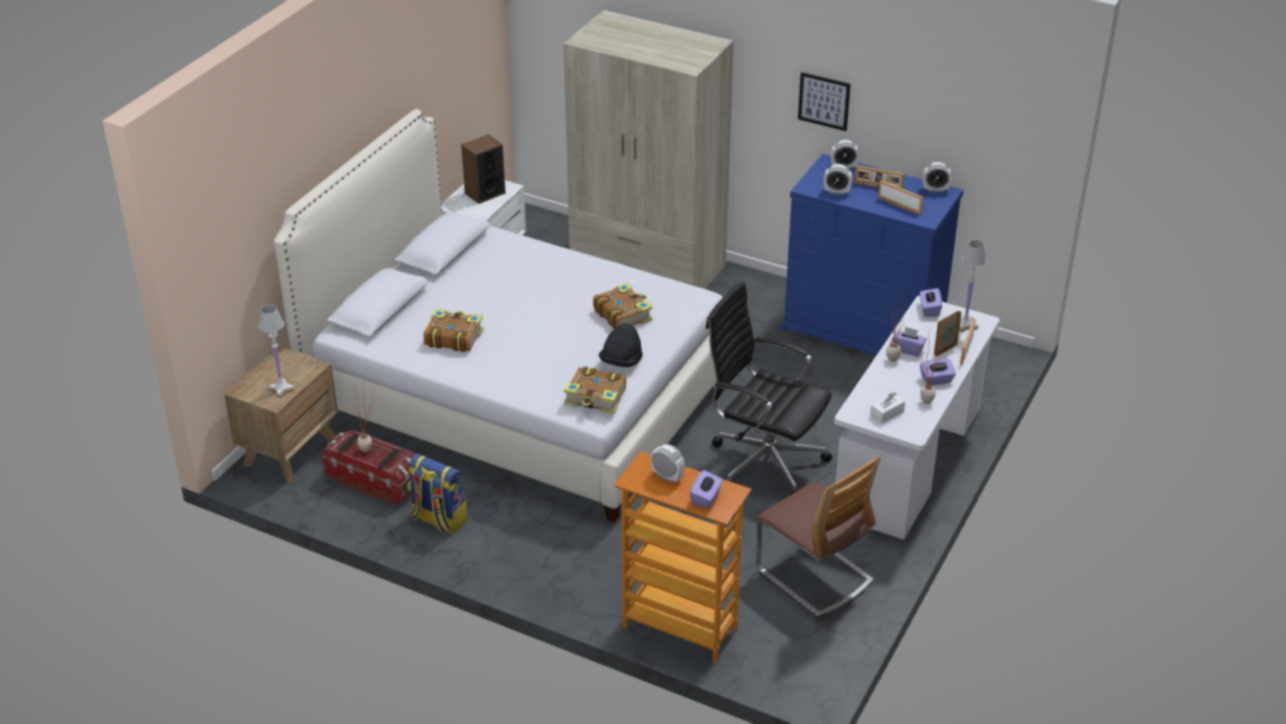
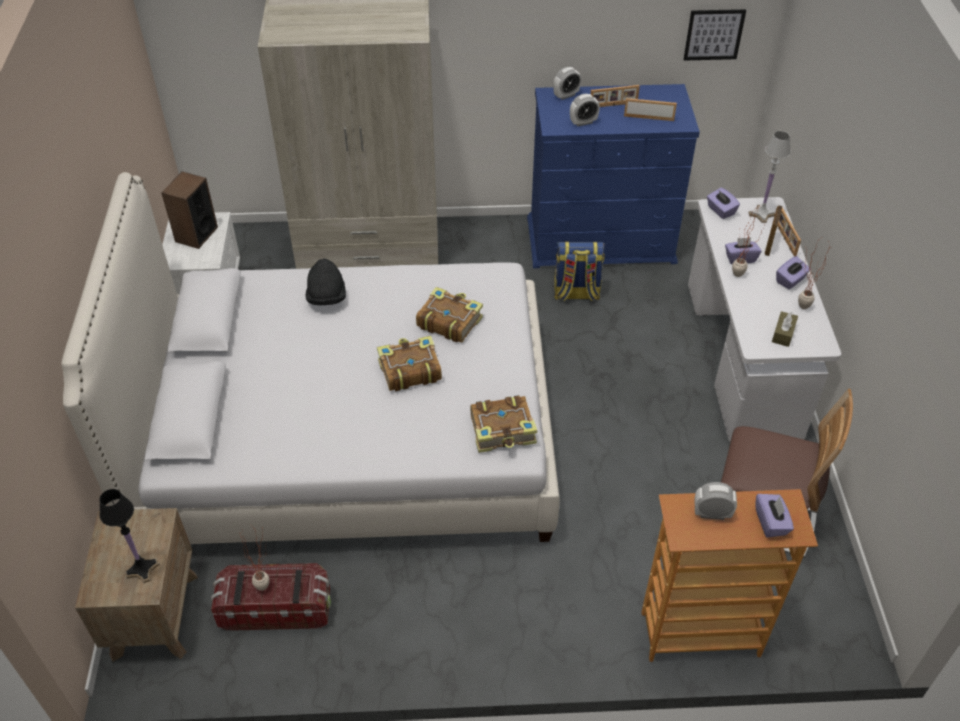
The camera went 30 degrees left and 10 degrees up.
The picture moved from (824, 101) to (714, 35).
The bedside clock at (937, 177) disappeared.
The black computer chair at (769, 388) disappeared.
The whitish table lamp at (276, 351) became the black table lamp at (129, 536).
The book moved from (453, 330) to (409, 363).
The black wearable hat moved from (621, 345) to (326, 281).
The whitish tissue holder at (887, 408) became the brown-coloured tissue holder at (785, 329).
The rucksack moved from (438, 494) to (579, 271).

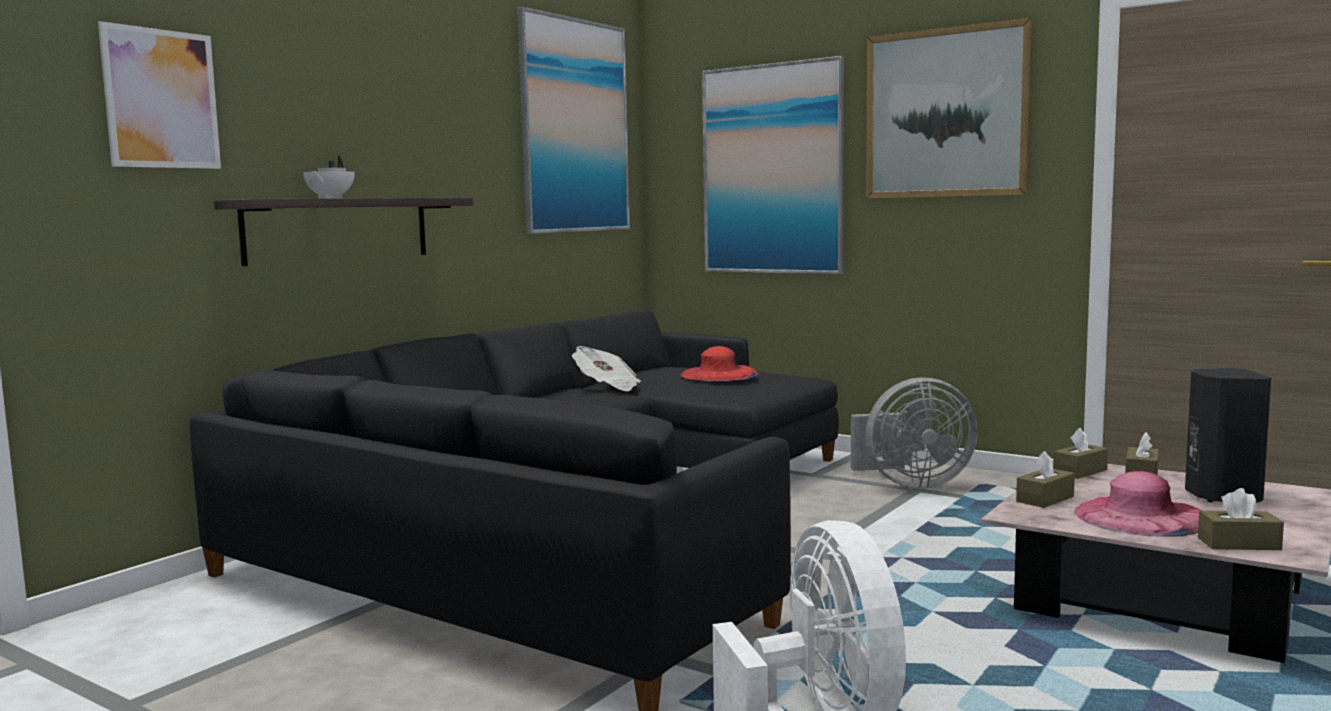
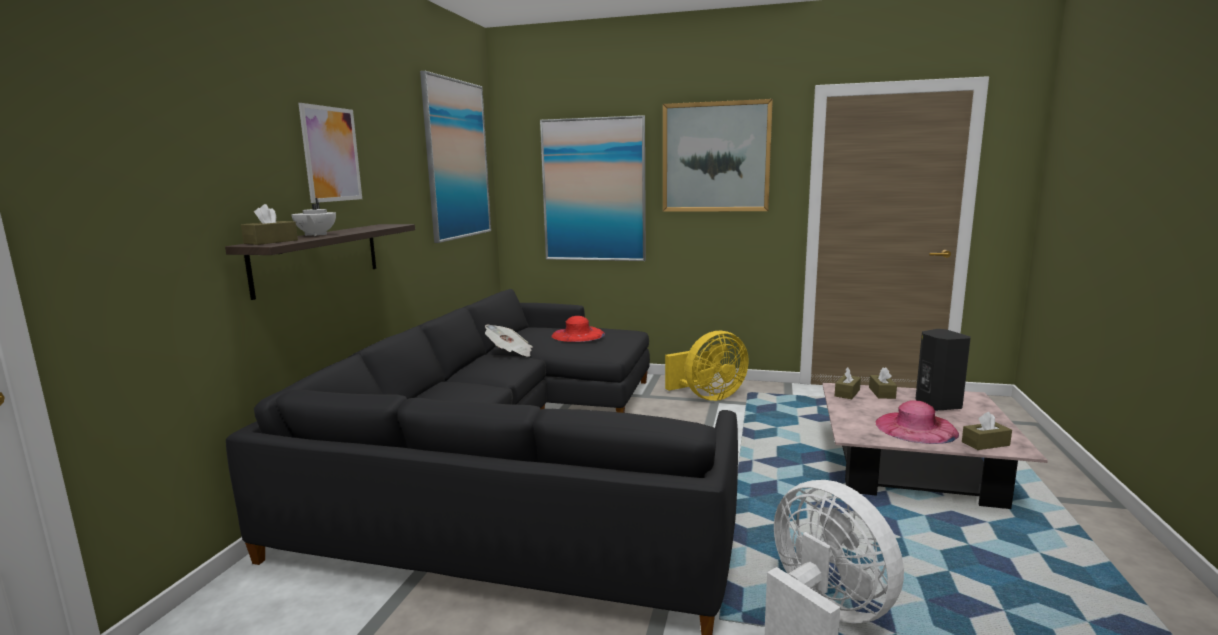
The camera went 20 degrees left and 5 degrees up.
The picture moved from (159, 95) to (330, 153).
The grey cooling fan at (914, 433) became the yellow cooling fan at (707, 366).
The brown-coloured tissue holder moved from (1045, 479) to (269, 224).

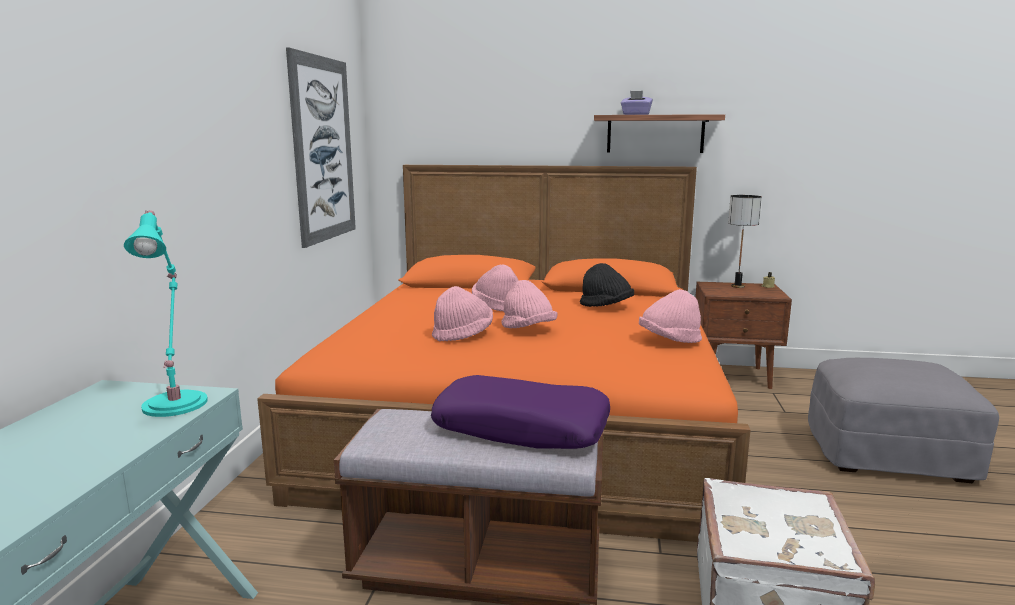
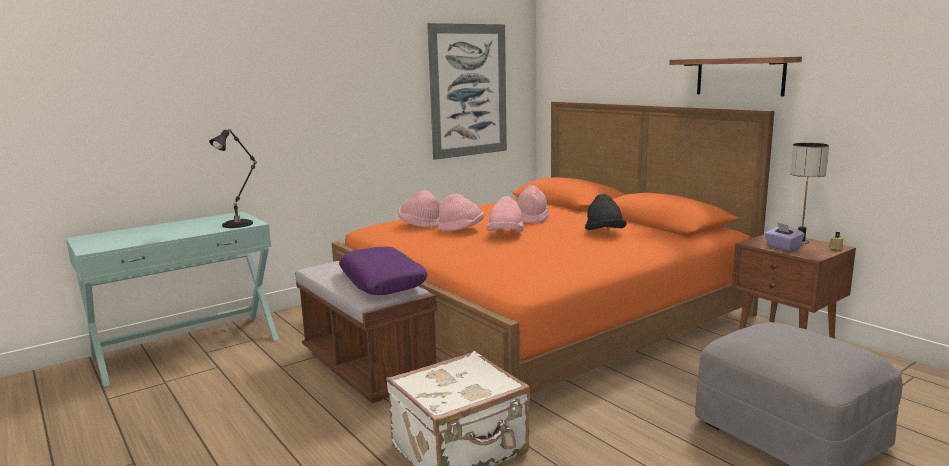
The camera went 45 degrees right and 0 degrees up.
The purple tissue holder moved from (637, 103) to (785, 236).
The turquoise table lamp at (166, 313) became the black table lamp at (233, 178).
The pinkish wearable hat moved from (670, 316) to (419, 209).

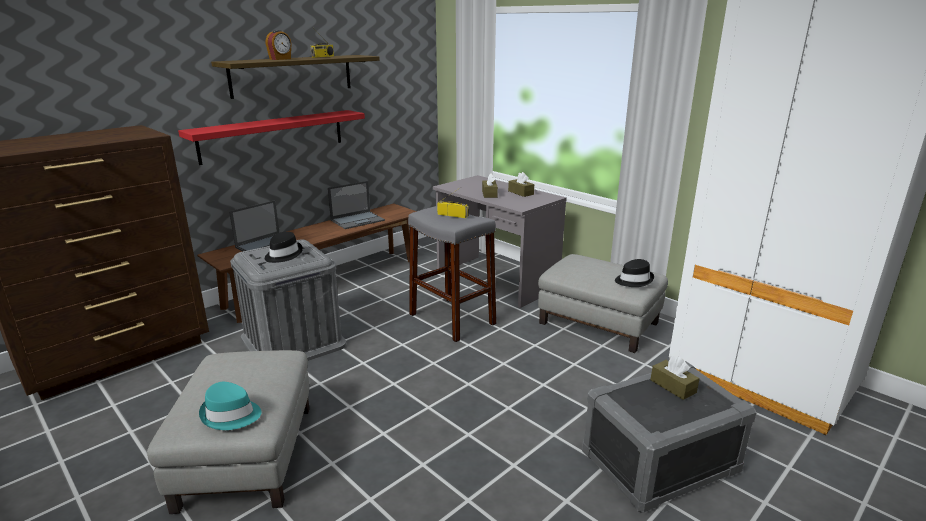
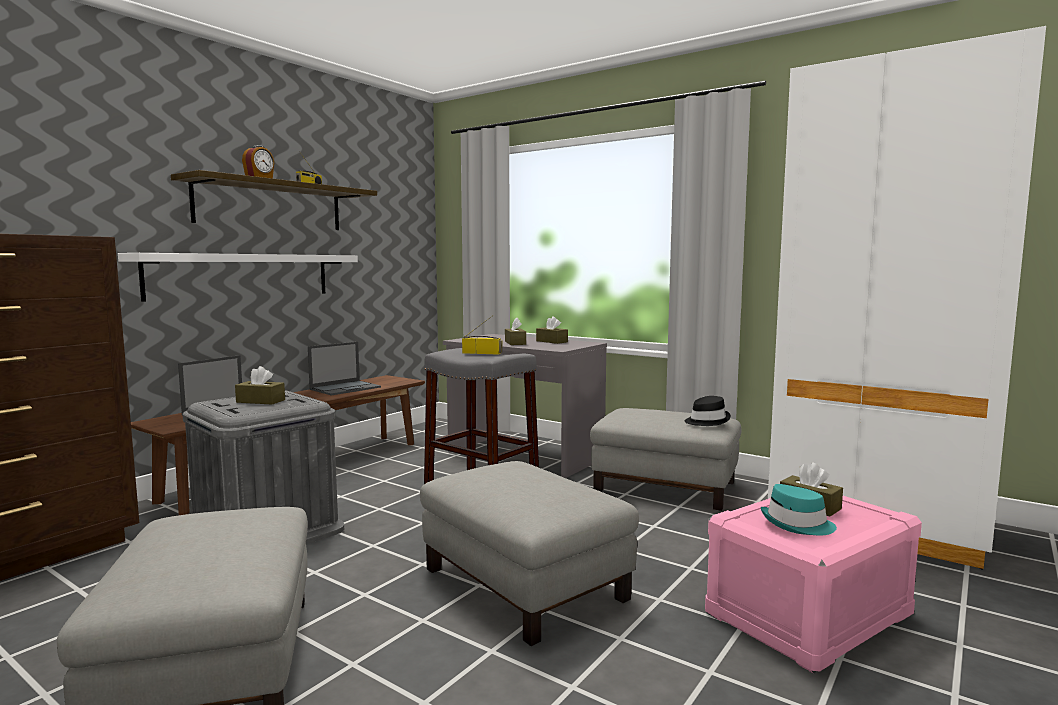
The camera went 10 degrees left and 15 degrees down.
The red shelf at (271, 137) became the whitish shelf at (238, 277).
The black wearable hat at (284, 247) was replaced by the brown-coloured tissue holder at (260, 385).
The grey storage box at (669, 437) became the pinkish storage box at (813, 585).
The turquoise wearable hat moved from (230, 406) to (799, 509).
The grey footrest at (529, 553) appeared.

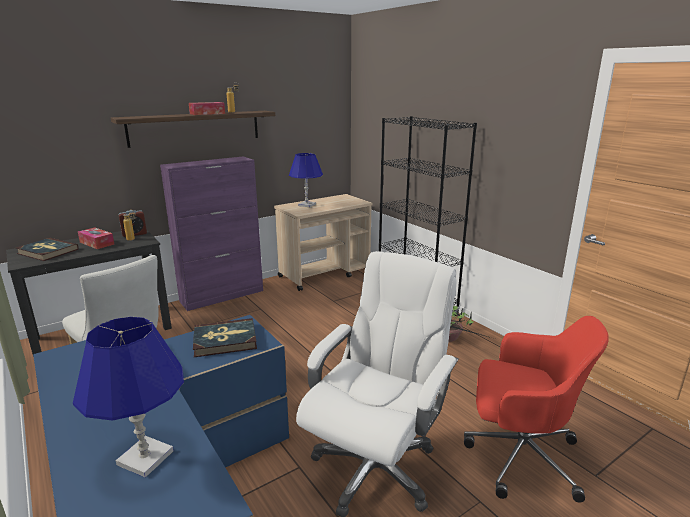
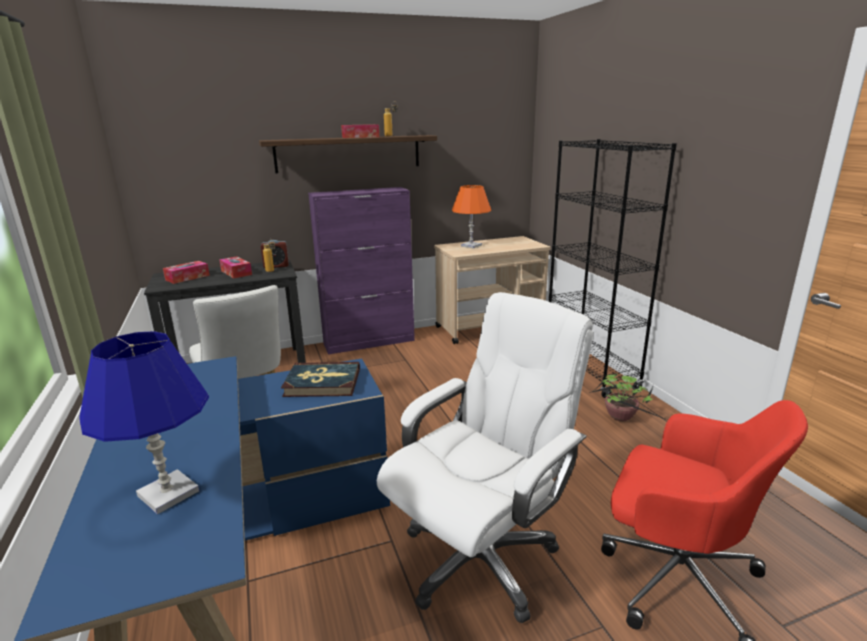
The camera went 15 degrees right and 0 degrees up.
The blue-coloured table lamp at (306, 180) became the orange table lamp at (471, 216).
The book at (47, 249) was replaced by the tissue holder at (186, 272).

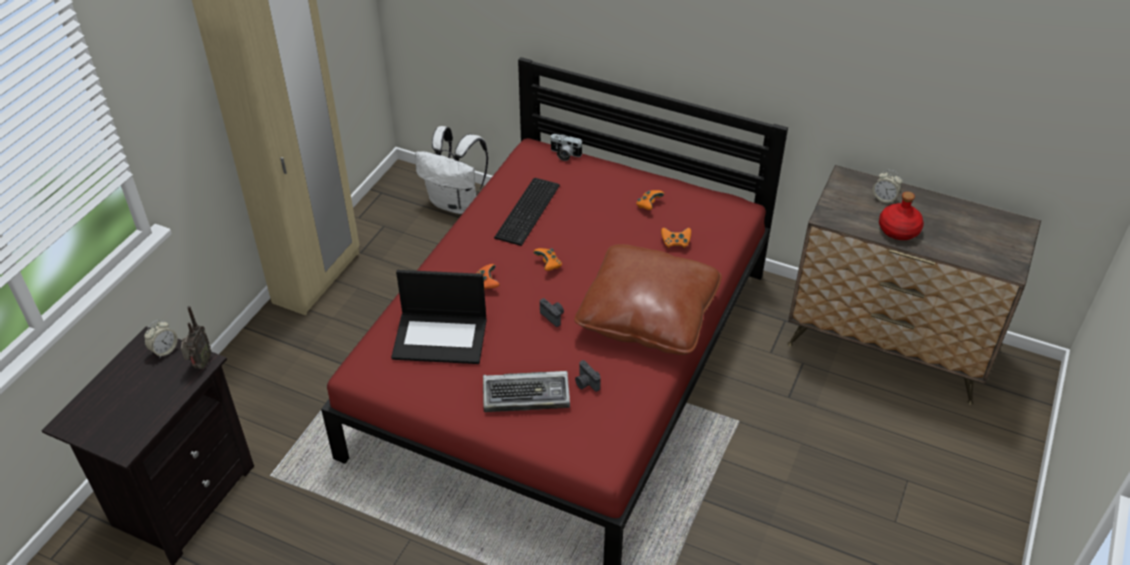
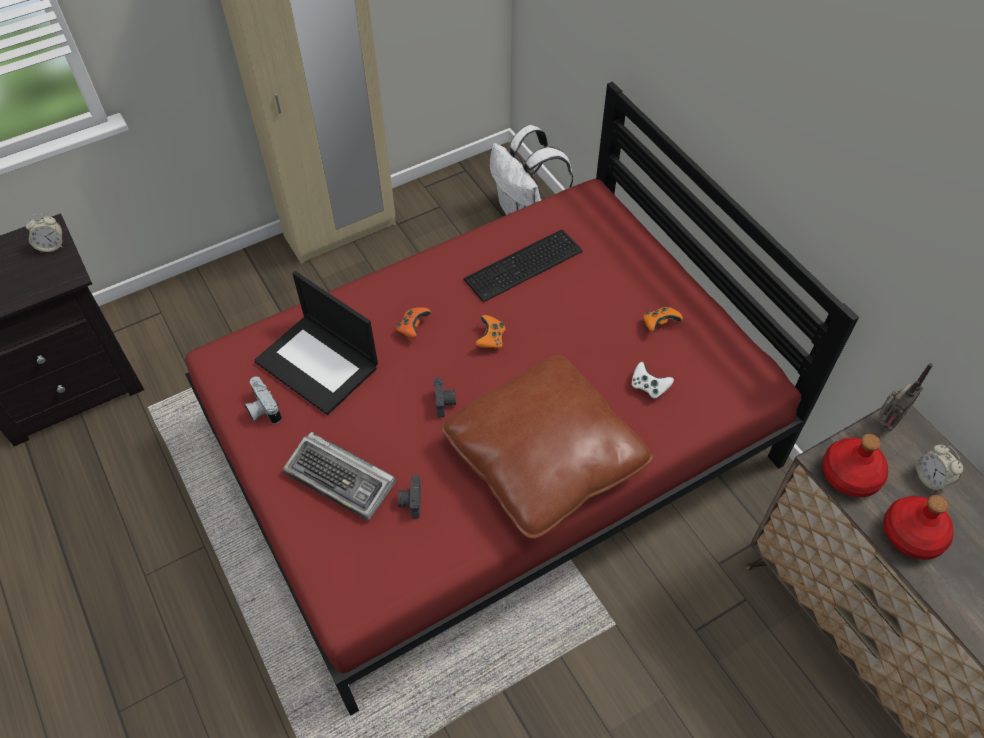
The camera went 35 degrees right and 10 degrees up.
The still camera moved from (567, 147) to (263, 400).
The orange game controller at (676, 238) became the whitish game controller at (653, 380).
The radio set moved from (196, 337) to (906, 397).
The red beverage bottle at (855, 465) appeared.

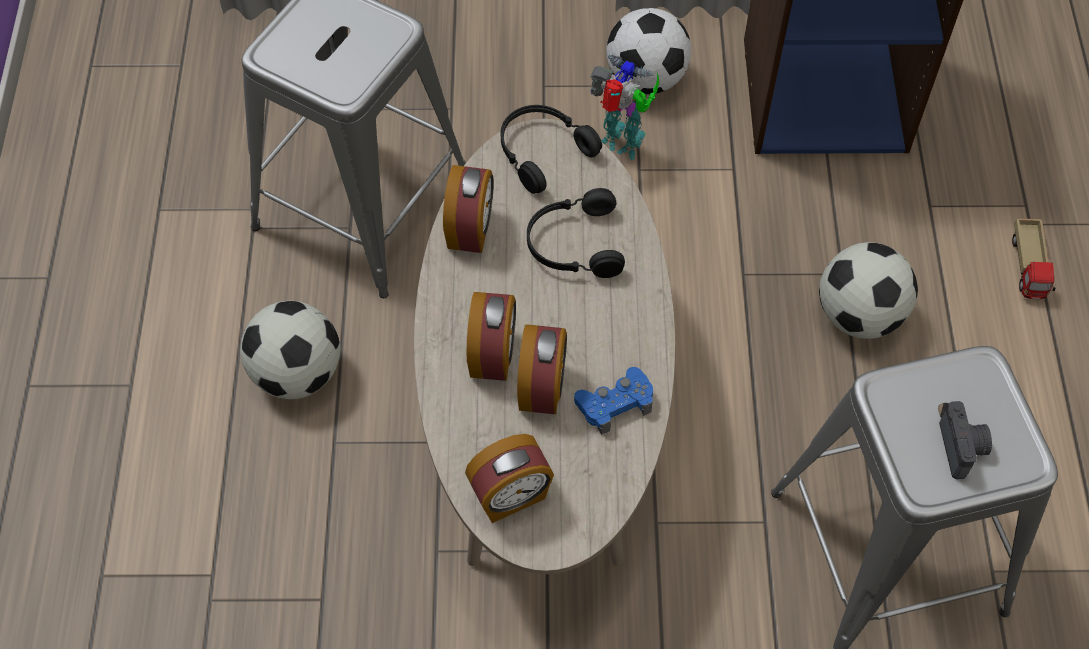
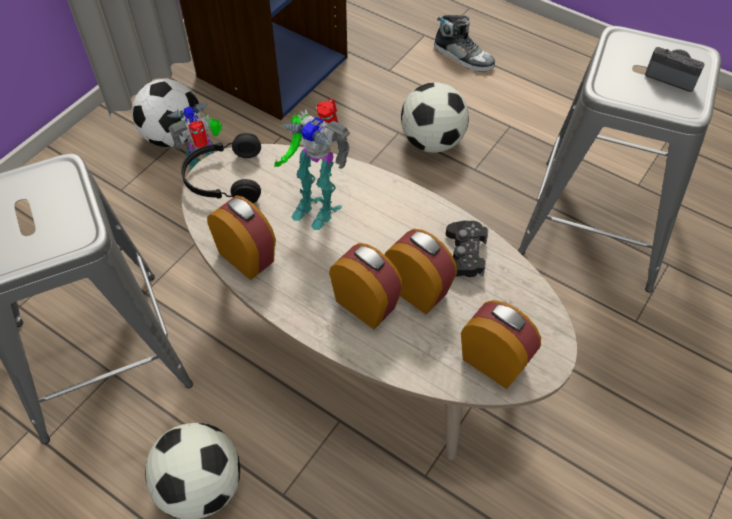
The camera went 55 degrees left and 5 degrees down.
The black headset at (576, 233) was replaced by the robot figure at (312, 164).
The toy lorry at (1033, 258) was replaced by the shoe at (464, 43).
The blue-coloured game controller at (613, 401) became the black game controller at (467, 248).
The bedside clock at (509, 478) turned 60 degrees counterclockwise.

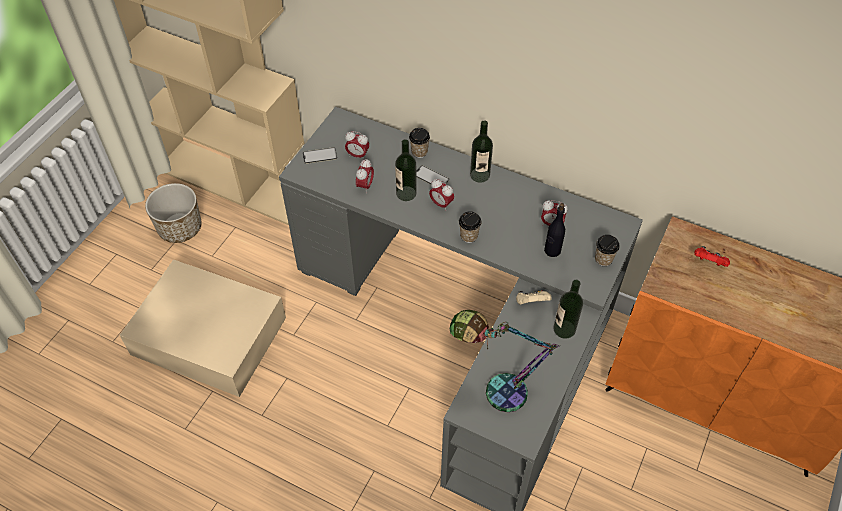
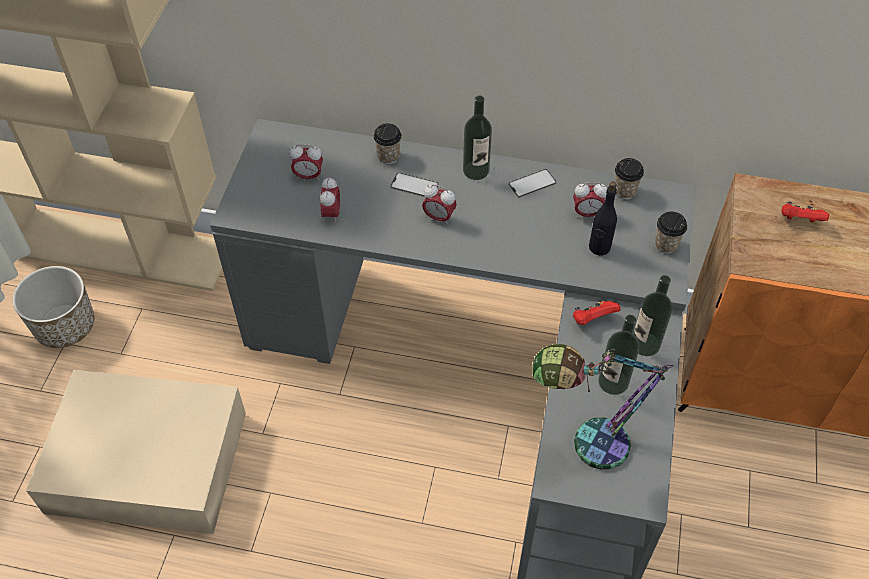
The camera went 15 degrees left and 0 degrees up.
The beverage bottle moved from (406, 170) to (618, 355).
The phone moved from (320, 155) to (532, 183).
The cup moved from (470, 227) to (629, 178).
The sand-coloured game controller at (534, 297) became the red game controller at (597, 313).

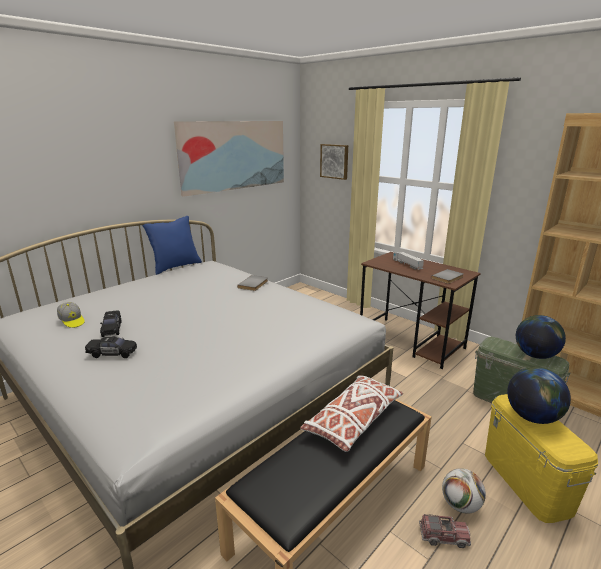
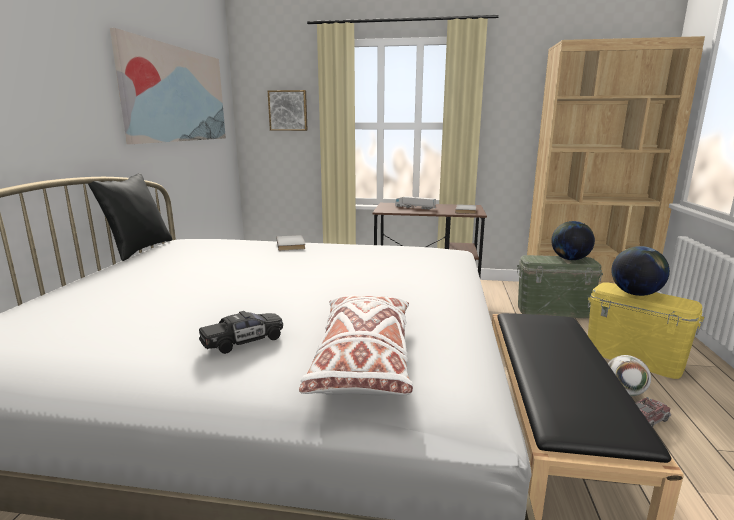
The camera went 35 degrees left and 5 degrees down.
The blue-coloured throw pillow at (172, 245) became the black throw pillow at (130, 217).
The cap at (71, 315) disappeared.
The black model car at (111, 323) disappeared.
The whitish throw pillow moved from (351, 413) to (356, 345).

